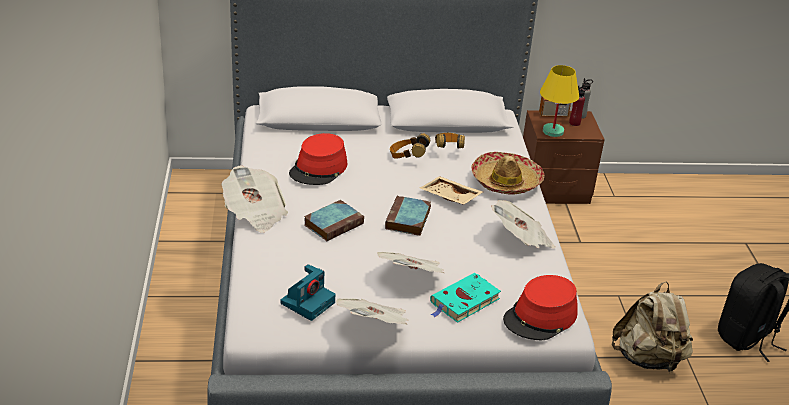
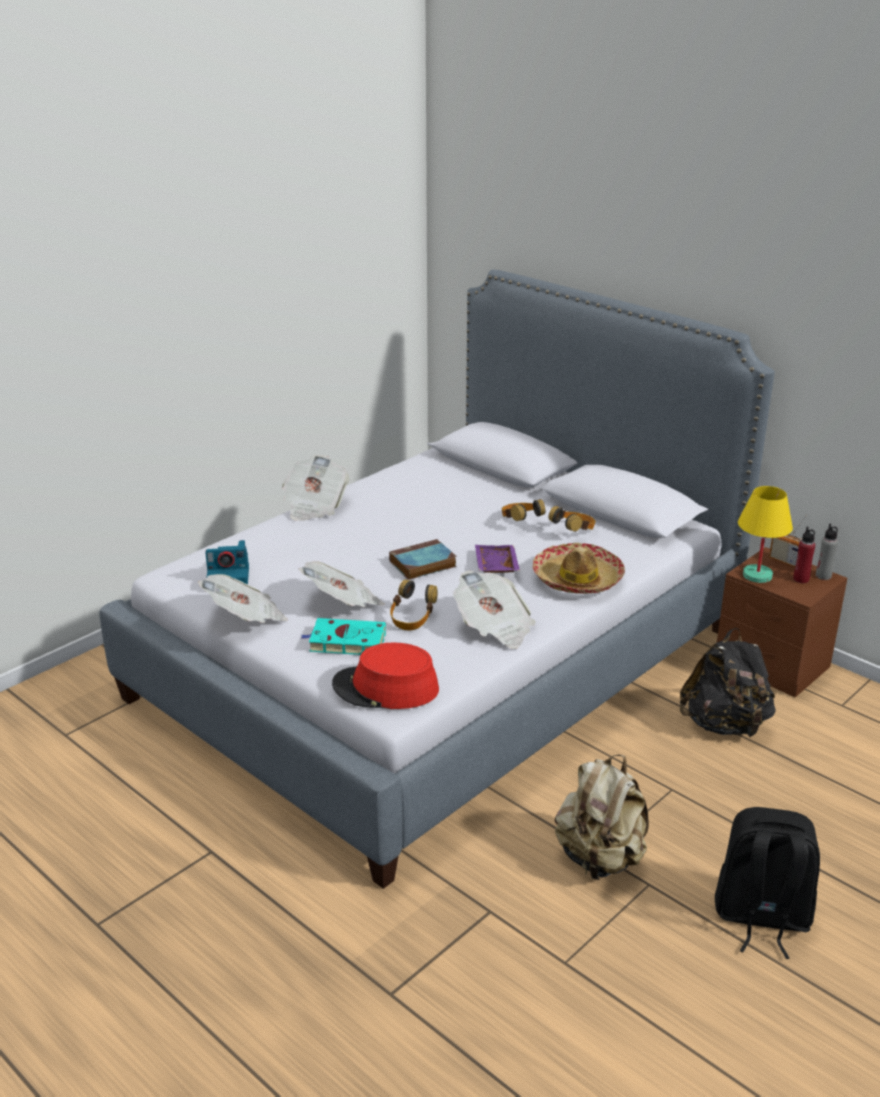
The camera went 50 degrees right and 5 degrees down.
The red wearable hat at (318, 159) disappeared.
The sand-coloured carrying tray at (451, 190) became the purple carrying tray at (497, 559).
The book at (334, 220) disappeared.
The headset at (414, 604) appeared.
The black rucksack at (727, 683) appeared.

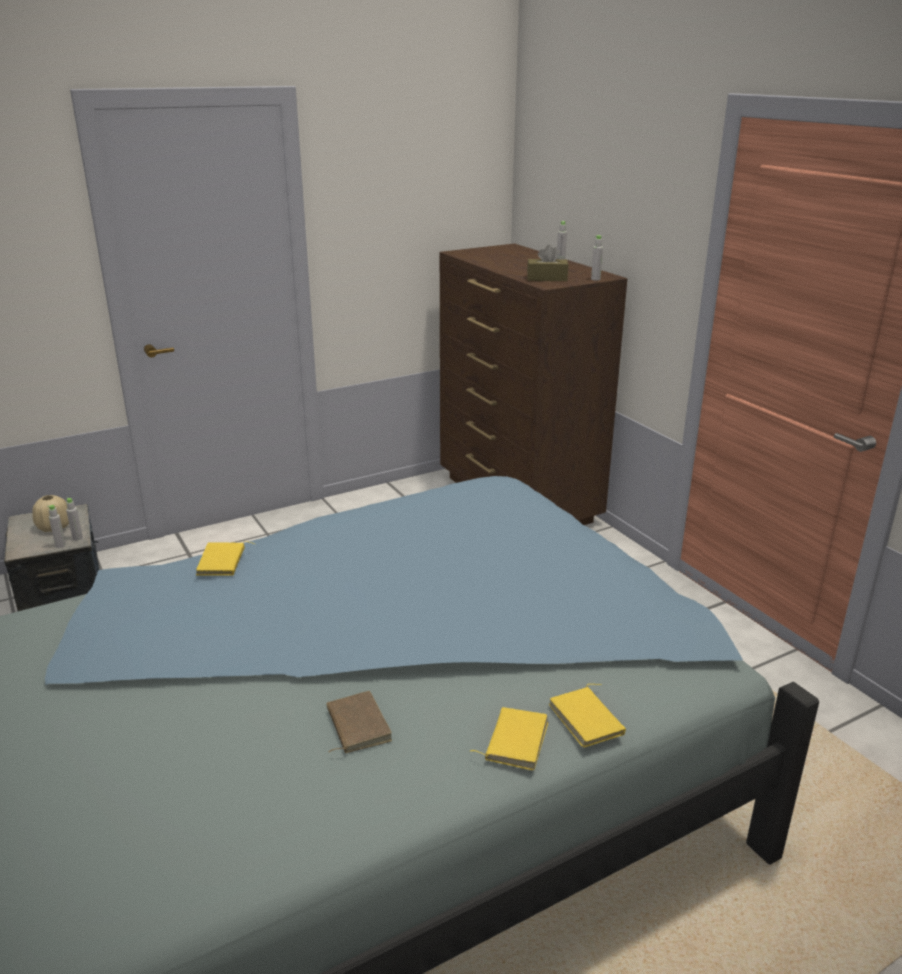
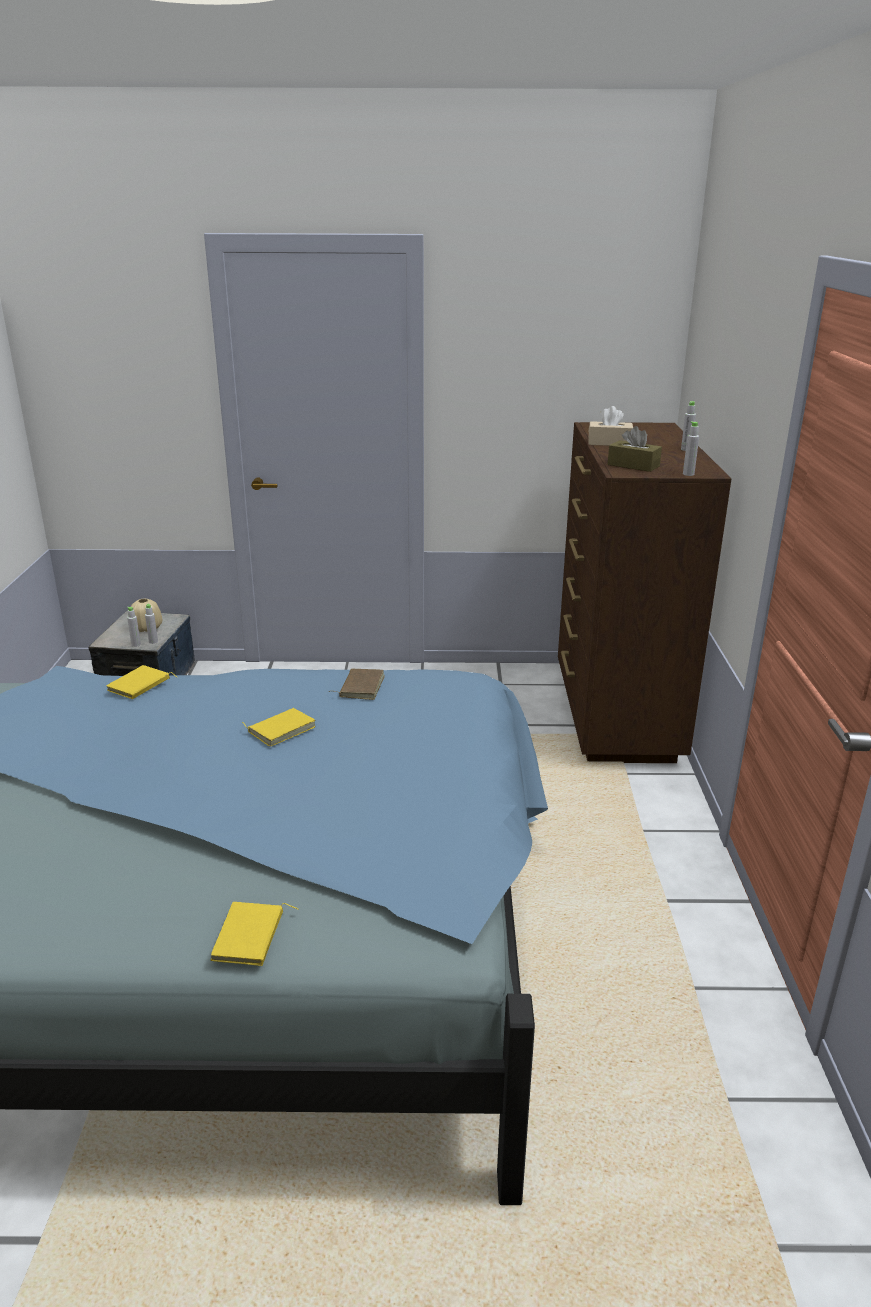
The camera went 30 degrees right and 0 degrees up.
The brown-coloured book moved from (359, 722) to (356, 684).
The yellow book moved from (509, 738) to (279, 727).
The sand-coloured tissue holder at (610, 426) appeared.

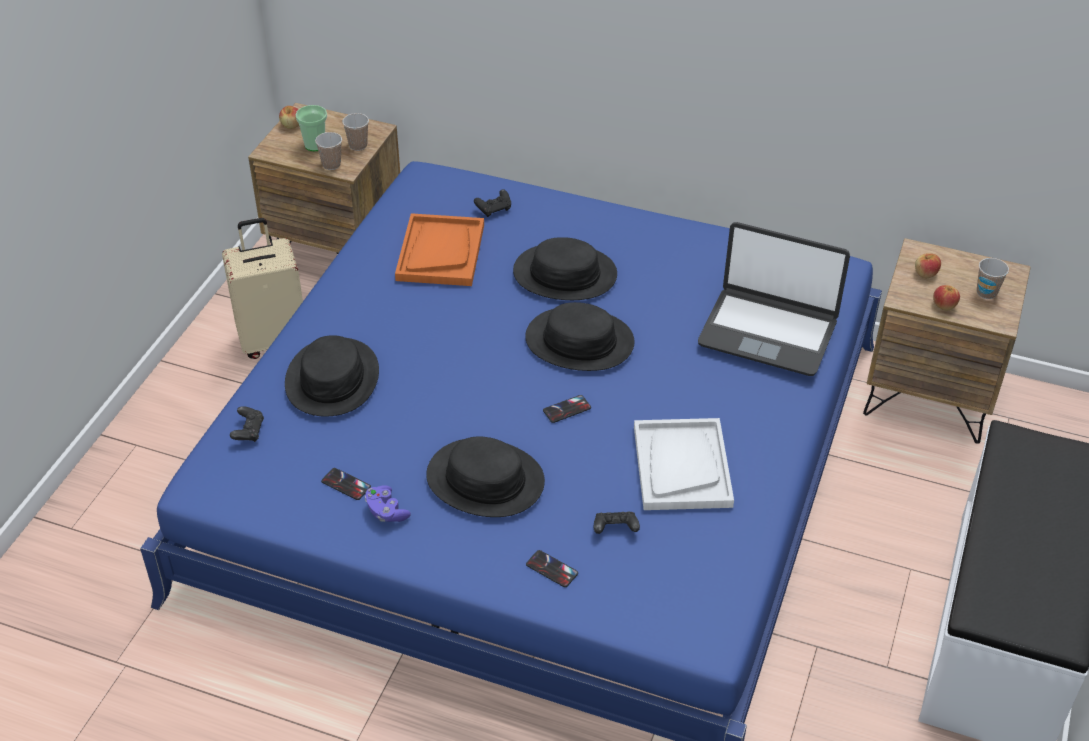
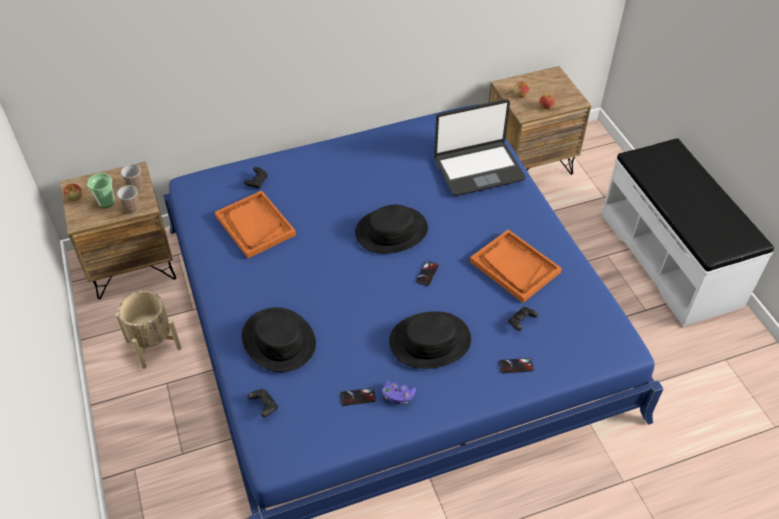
The camera went 40 degrees left and 5 degrees up.
The sand-coloured piece of luggage at (262, 288) was replaced by the sand-coloured plant pot at (148, 330).
The black wearable hat at (565, 268) disappeared.
The cup at (993, 278) disappeared.
The whitish carrying tray at (684, 464) became the orange carrying tray at (516, 266).

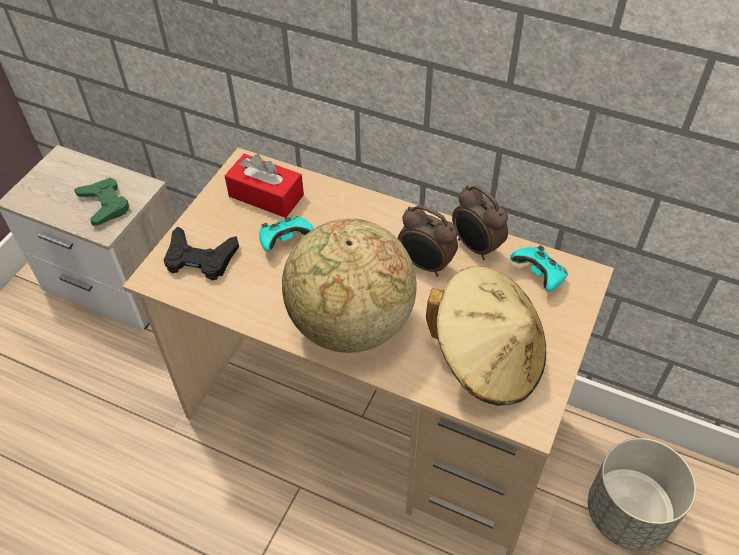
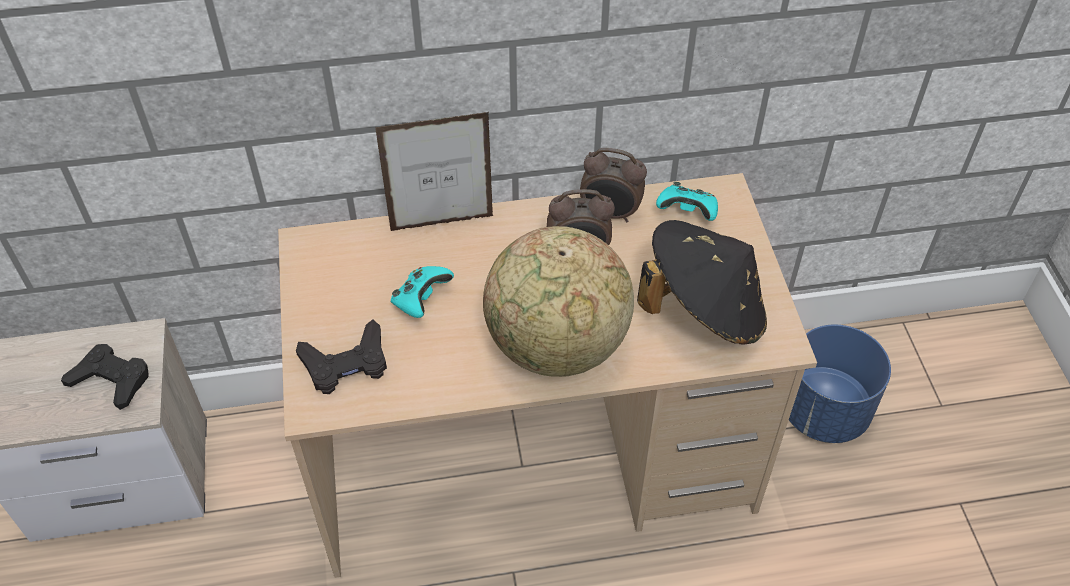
The camera went 35 degrees left and 0 degrees up.
The red tissue holder at (264, 186) disappeared.
The green-coloured game controller at (101, 202) became the black game controller at (105, 377).
The sand-coloured wearable hat at (486, 336) became the black wearable hat at (702, 282).
The grey plant pot at (642, 494) became the blue-coloured plant pot at (840, 384).
The picture frame at (434, 171) appeared.

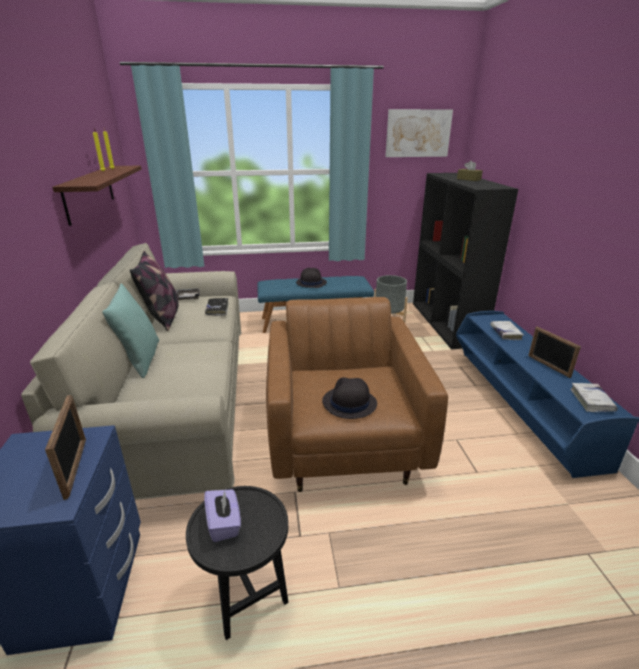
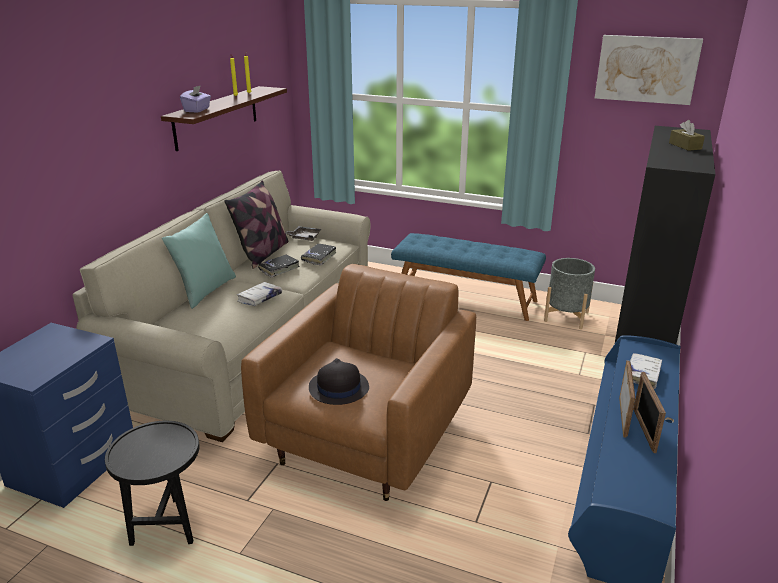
The camera went 30 degrees right and 0 degrees up.
The black wearable hat at (311, 278) disappeared.
The whitish book moved from (594, 397) to (259, 294).
The picture frame moved from (65, 447) to (627, 399).
The purple tissue holder moved from (222, 515) to (195, 99).
The black book at (279, 266) appeared.

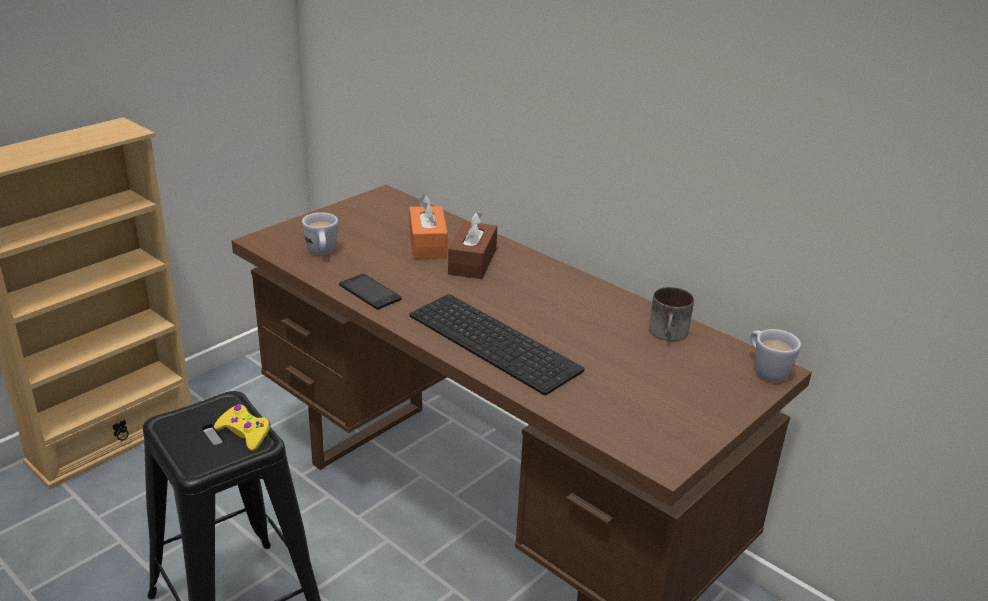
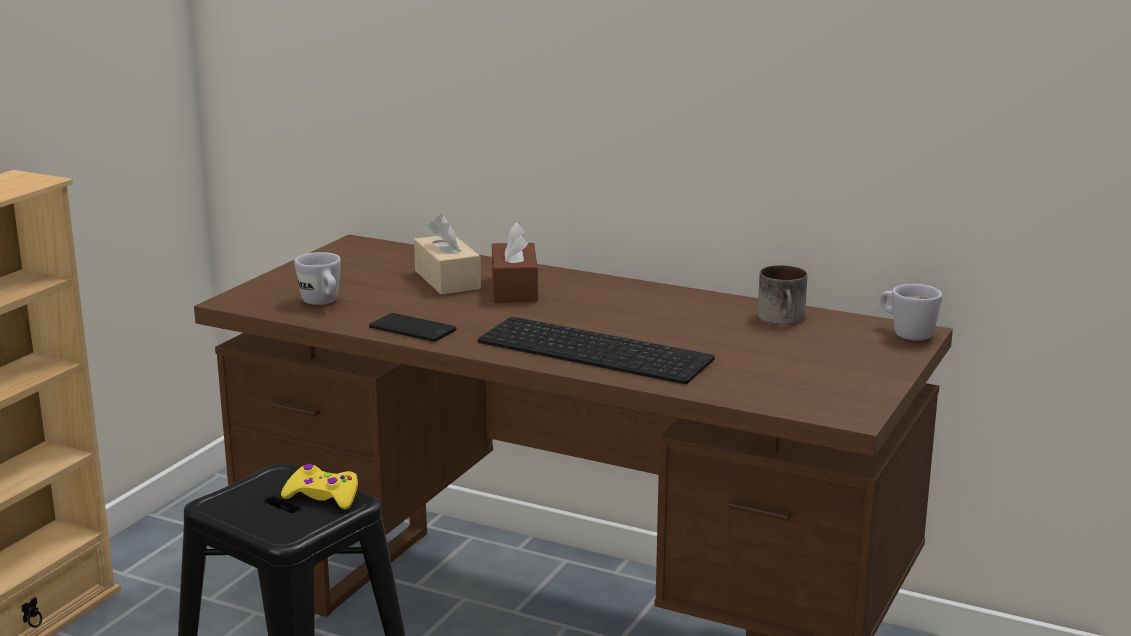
The camera went 15 degrees left and 10 degrees down.
The orange tissue holder at (428, 226) became the sand-coloured tissue holder at (447, 254).

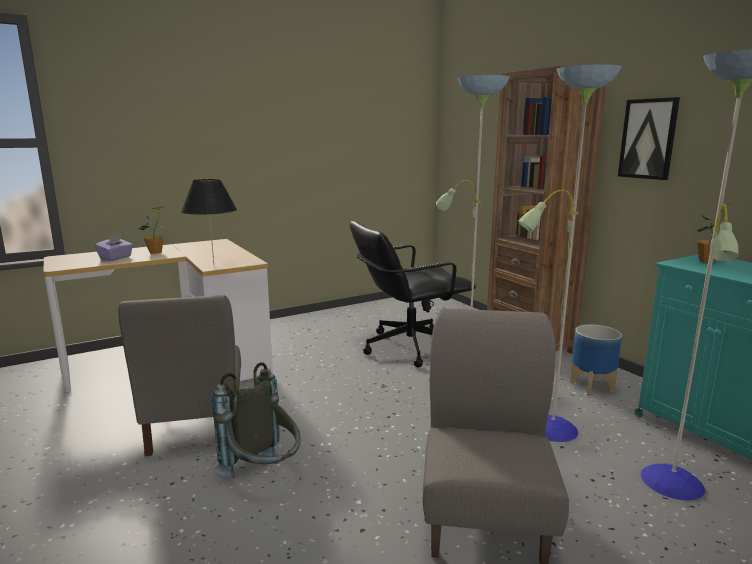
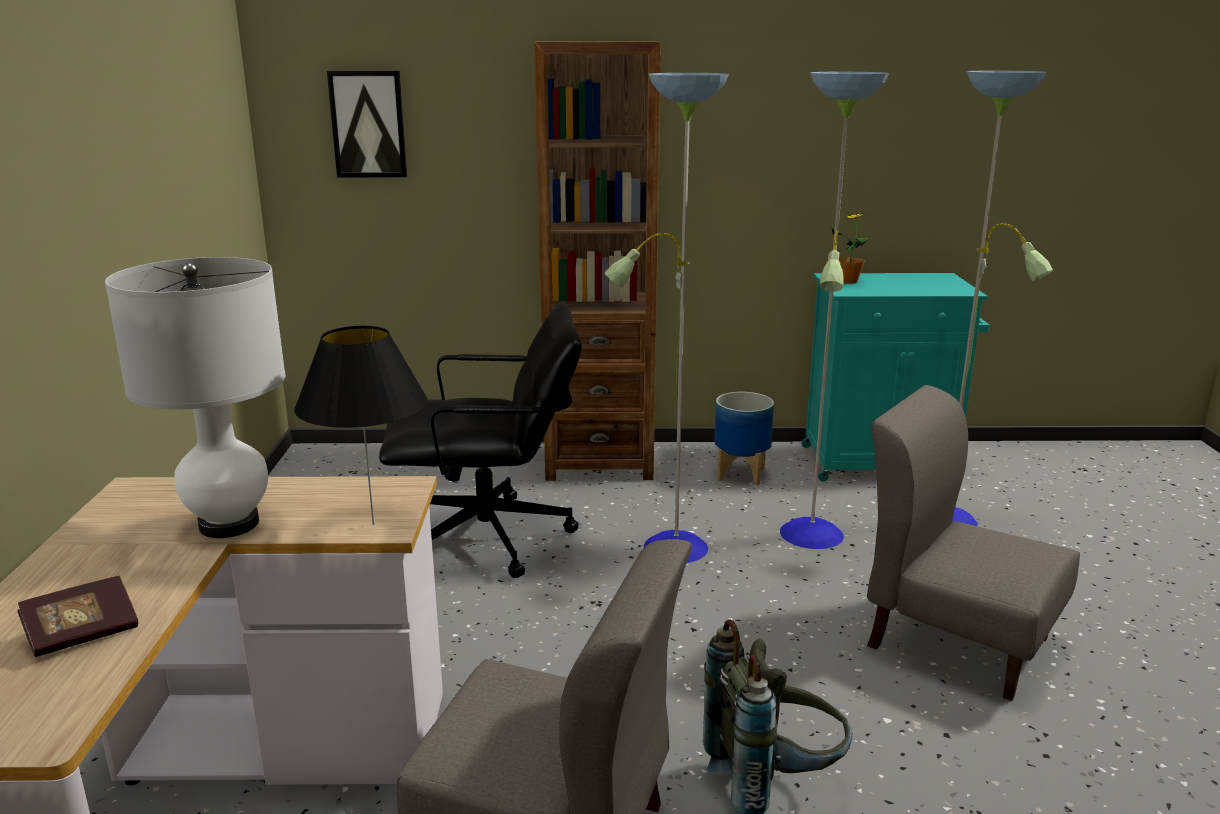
The camera went 60 degrees left and 5 degrees up.
The picture moved from (649, 138) to (367, 124).
The plant in a pot at (152, 230) disappeared.
The black computer chair at (413, 294) turned 105 degrees counterclockwise.
The purple tissue holder at (114, 247) was replaced by the book at (77, 616).
The whitish table lamp at (195, 397) appeared.

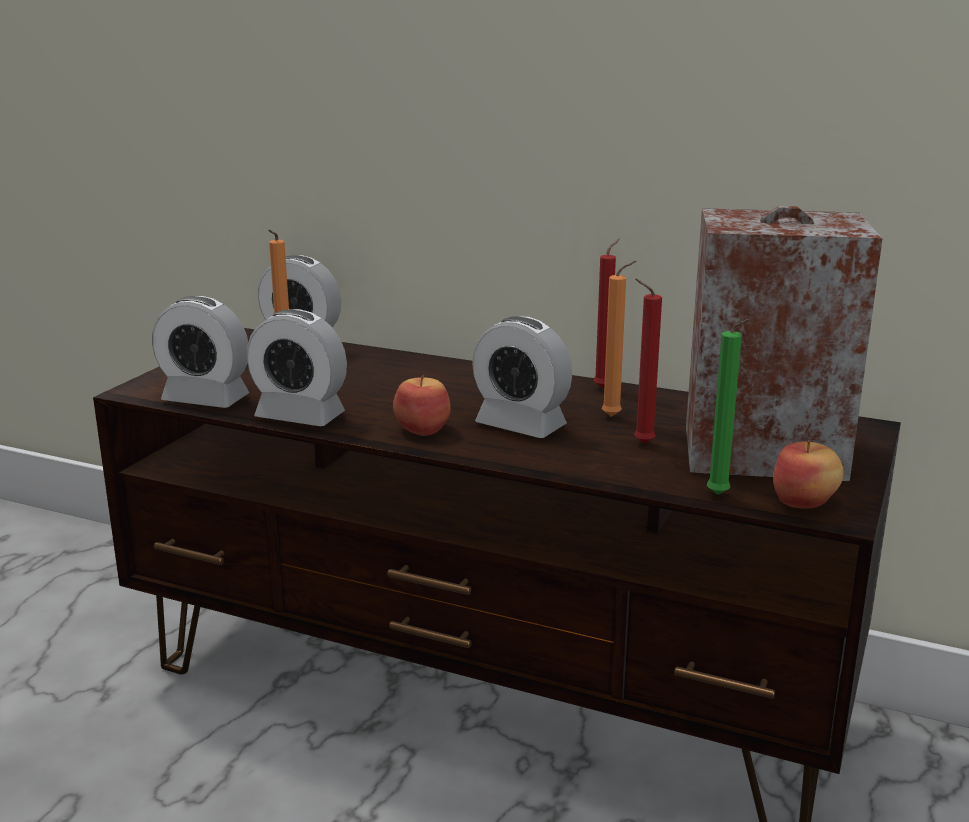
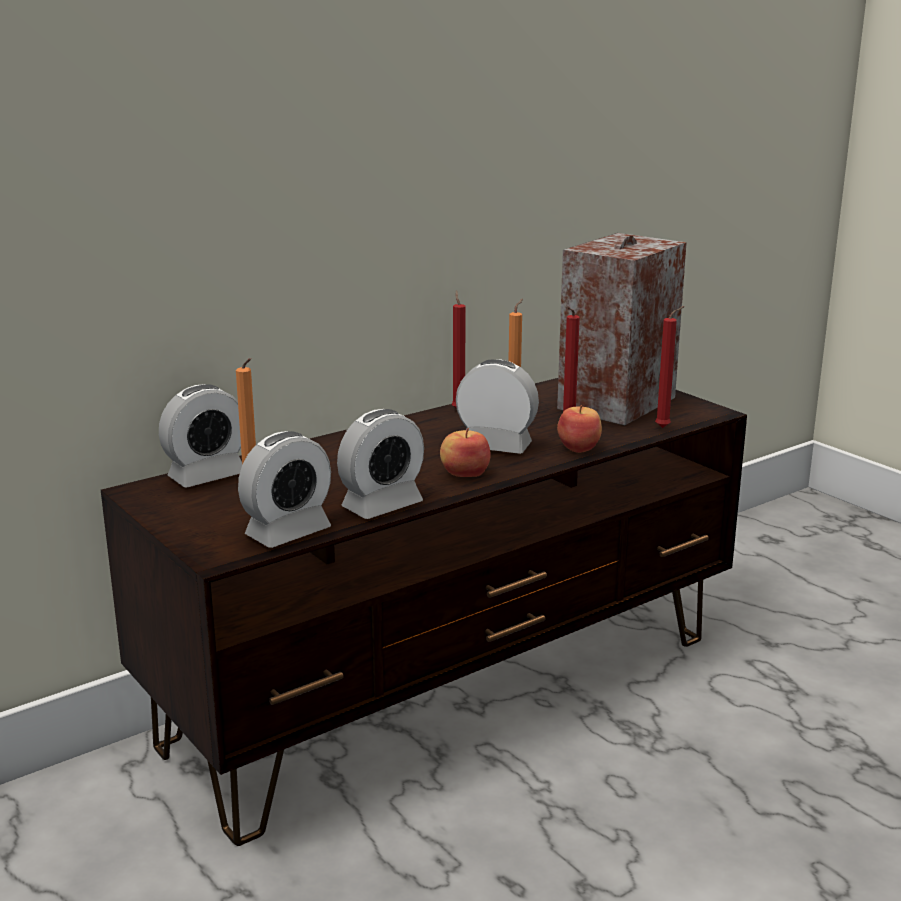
The camera went 60 degrees left and 0 degrees up.
The bedside clock at (522, 377) turned 135 degrees counterclockwise.
The green-coloured wax light at (728, 407) became the red wax light at (669, 367).
The whole apple moved from (808, 474) to (579, 429).

